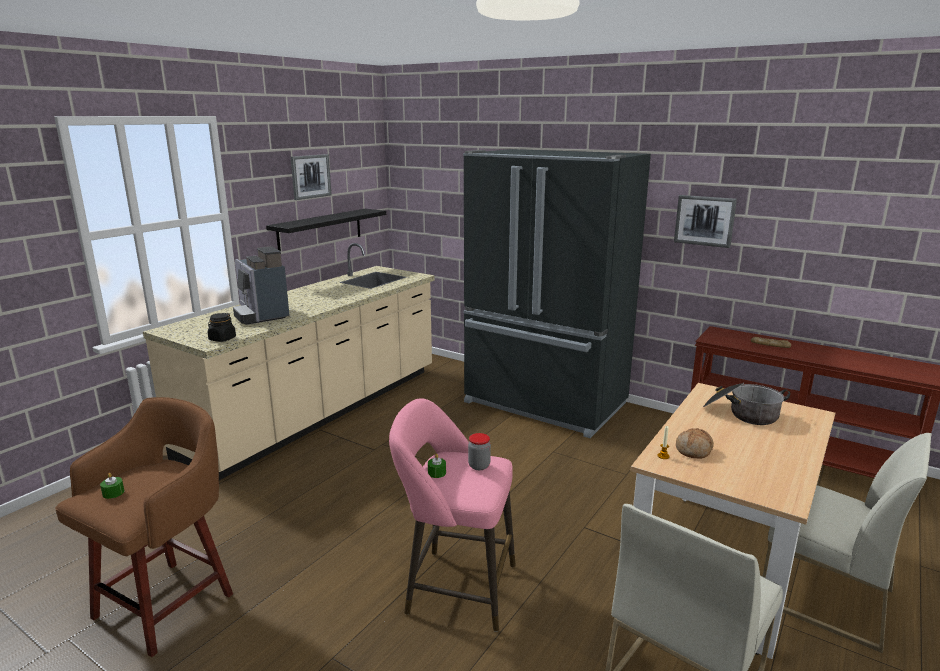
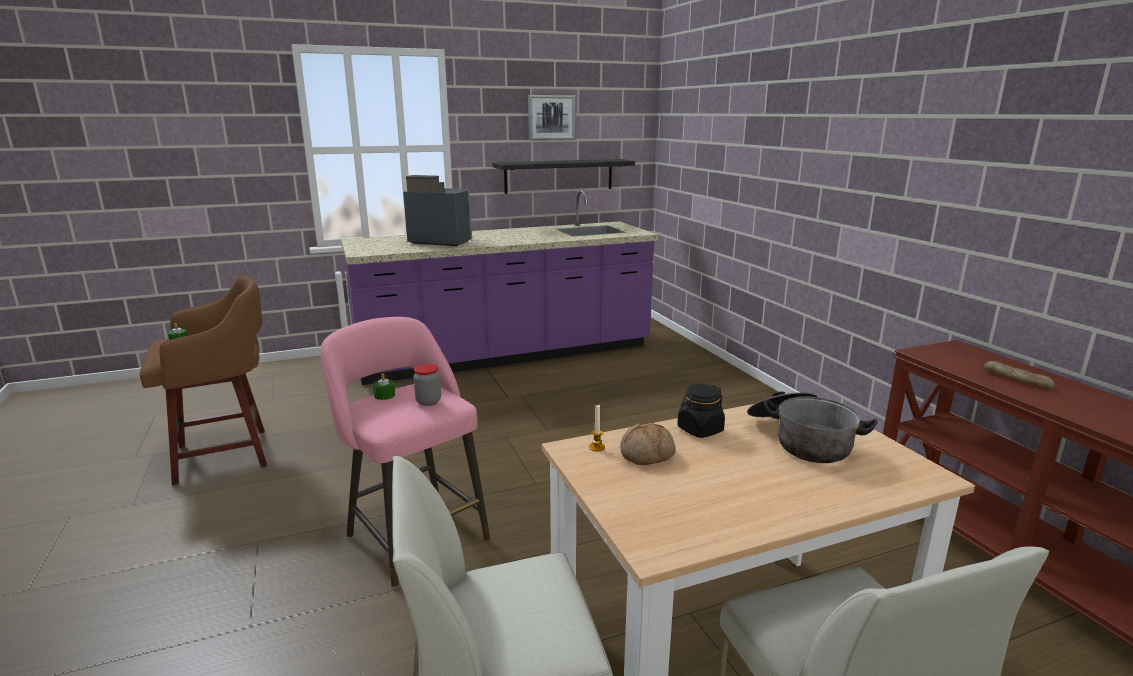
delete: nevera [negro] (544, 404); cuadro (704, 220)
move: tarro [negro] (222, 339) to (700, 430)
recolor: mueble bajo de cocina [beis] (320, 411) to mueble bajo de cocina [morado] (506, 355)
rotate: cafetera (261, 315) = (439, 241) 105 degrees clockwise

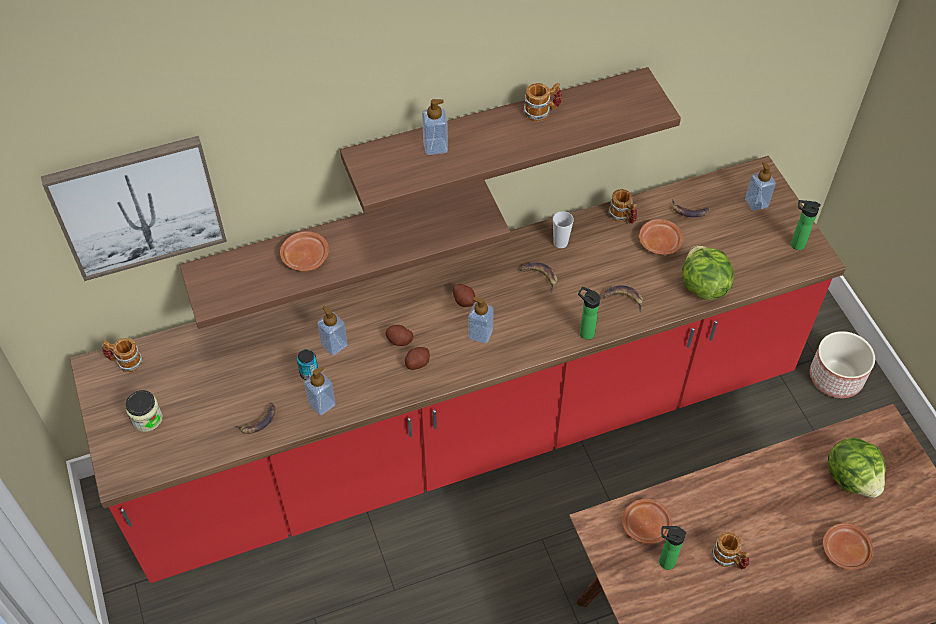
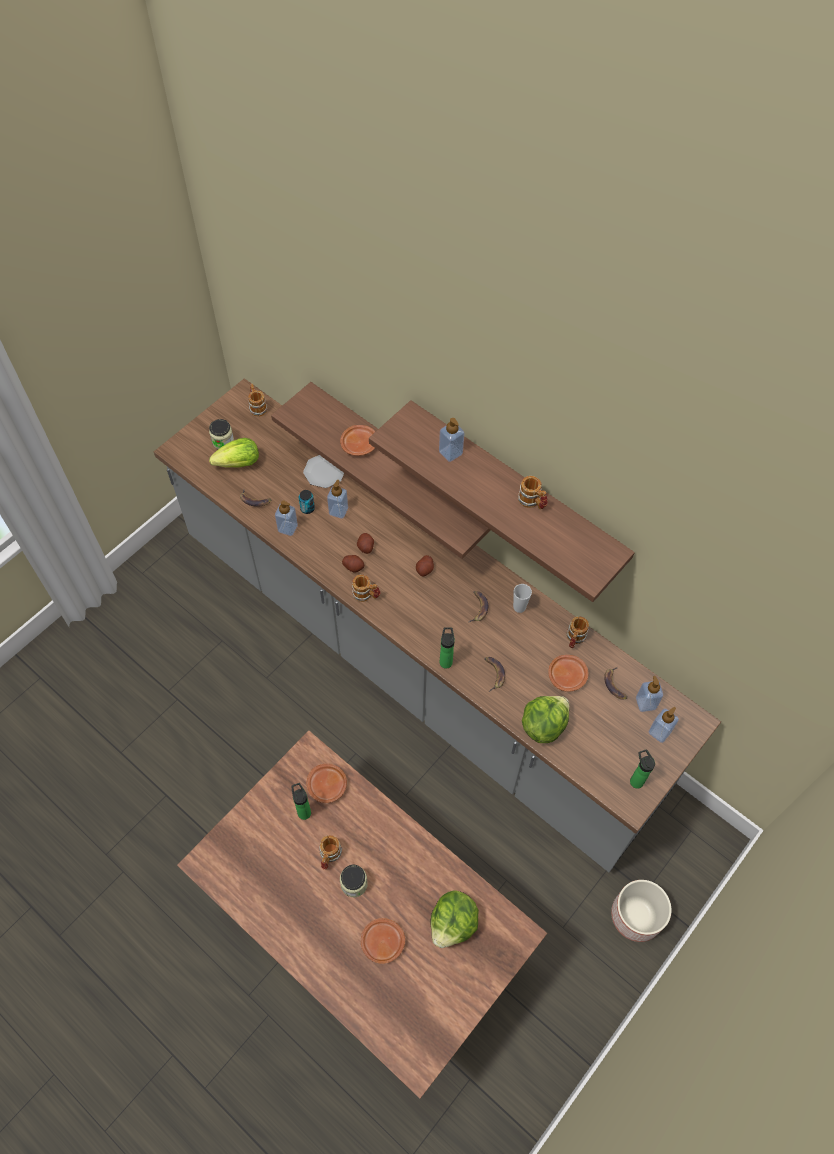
delete: cuadro (138, 207)
insert: lechuga (239, 463); plato (324, 472); taza grande (366, 595); tarro (354, 884)
move: dispensador de jabón (480, 334) to (645, 703)
recolor: mueble bajo de cocina [rojo] (468, 430) to mueble bajo de cocina [gris] (415, 661)

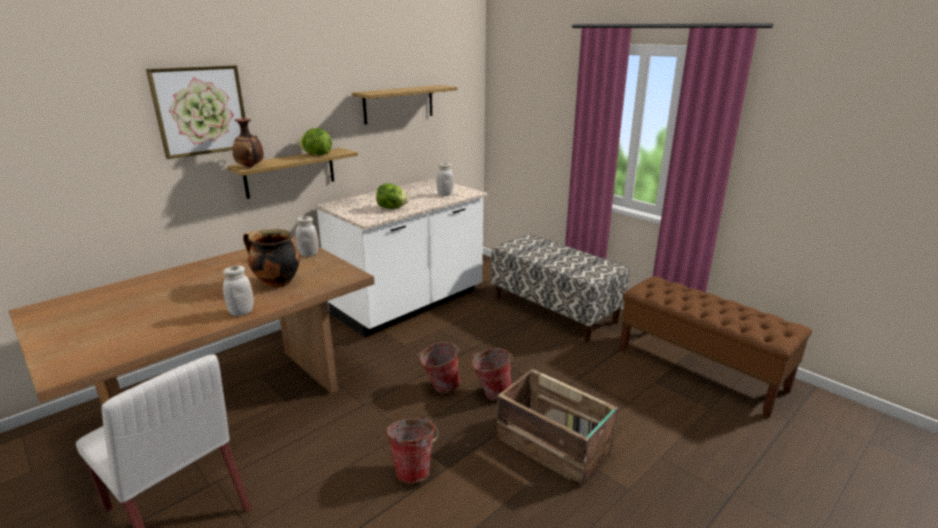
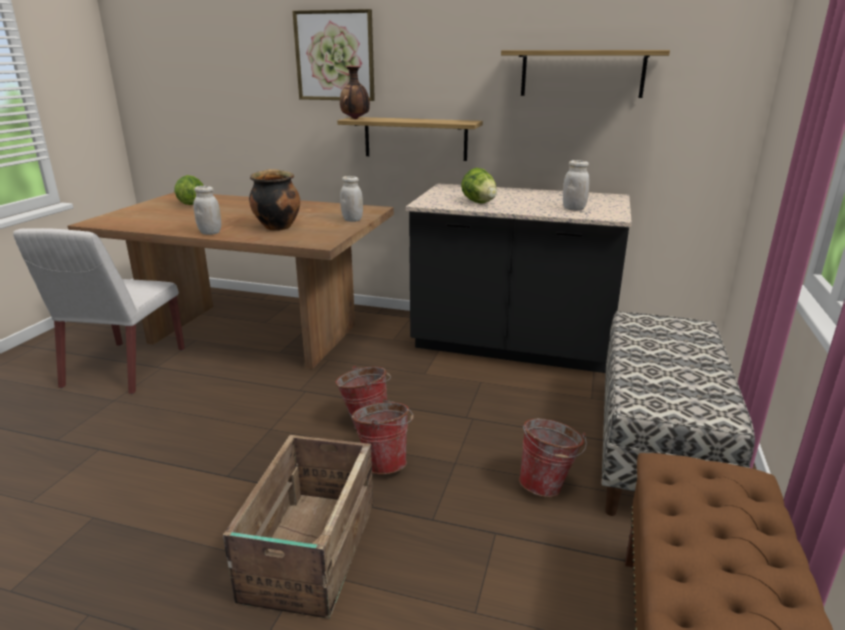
move: lechuga (317, 154) to (191, 204); cubo (414, 469) to (548, 485)
recolor: mueble bajo de cocina [blanco] (409, 303) to mueble bajo de cocina [negro] (512, 345)

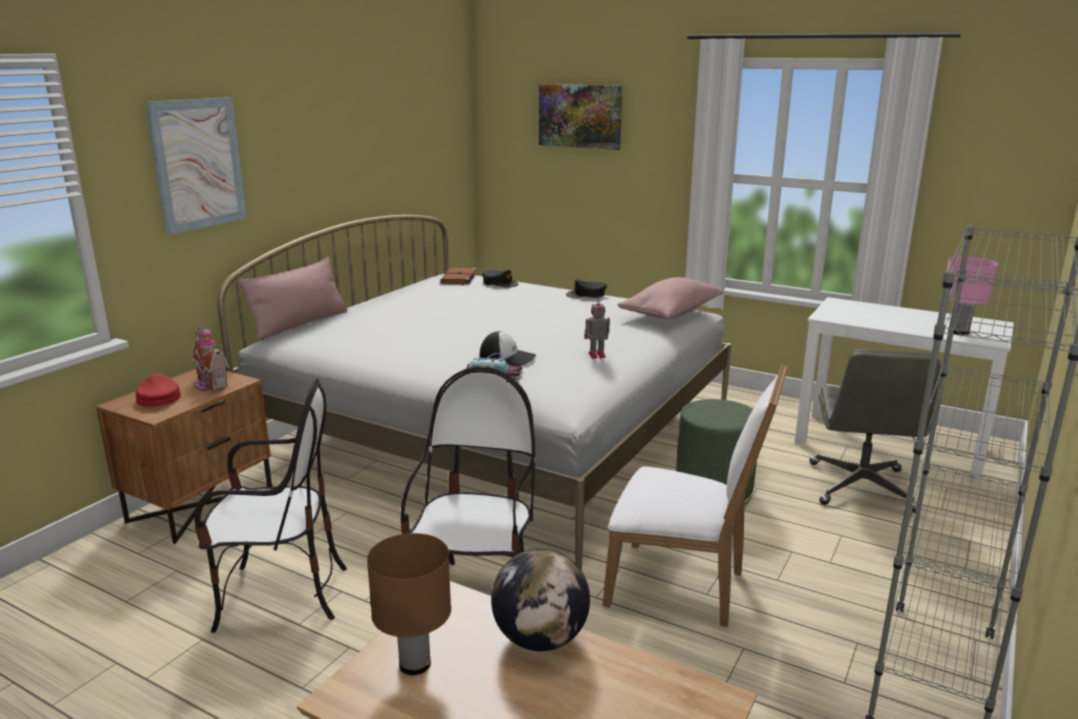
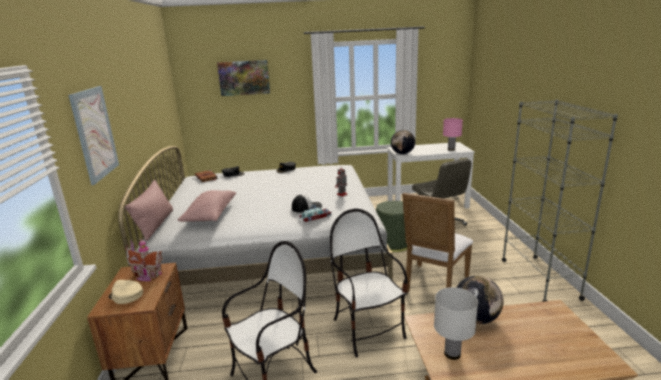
insert: globo terráqueo (402, 153)
move: cojín [rosa] (670, 314) to (210, 215)
recolor: gorra [rojo] (158, 398) to gorra [beis] (126, 295); lámpara de mesa [marrón] (415, 663) to lámpara de mesa [blanco] (452, 353)
rotate: silla [blanco] (684, 587) = (433, 285) 135 degrees clockwise

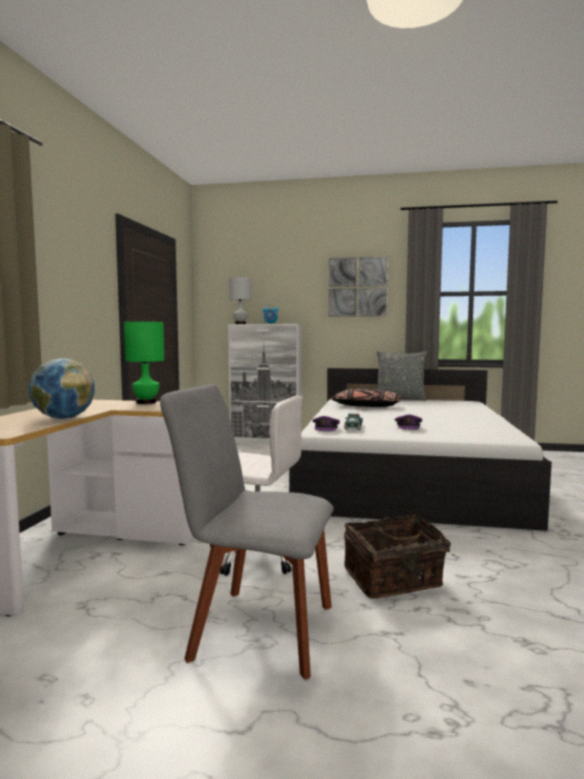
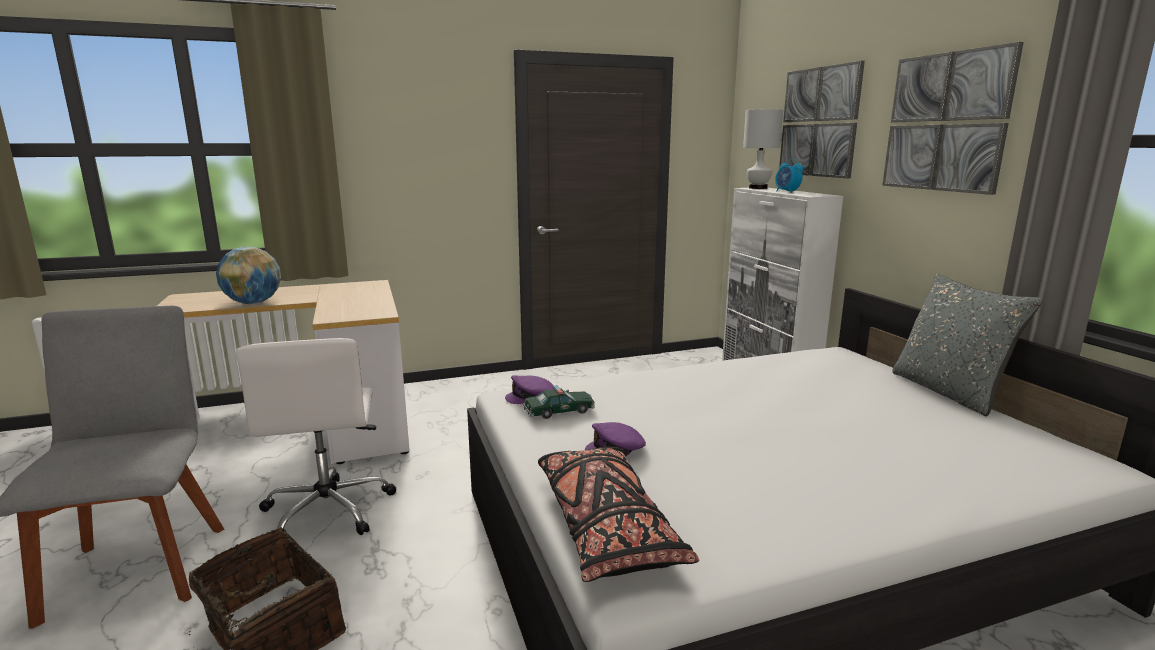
delete: lámpara de mesa [verde] (146, 402)
insert: cuadro (819, 122)
move: cojín [negro] (366, 406) to (605, 526)

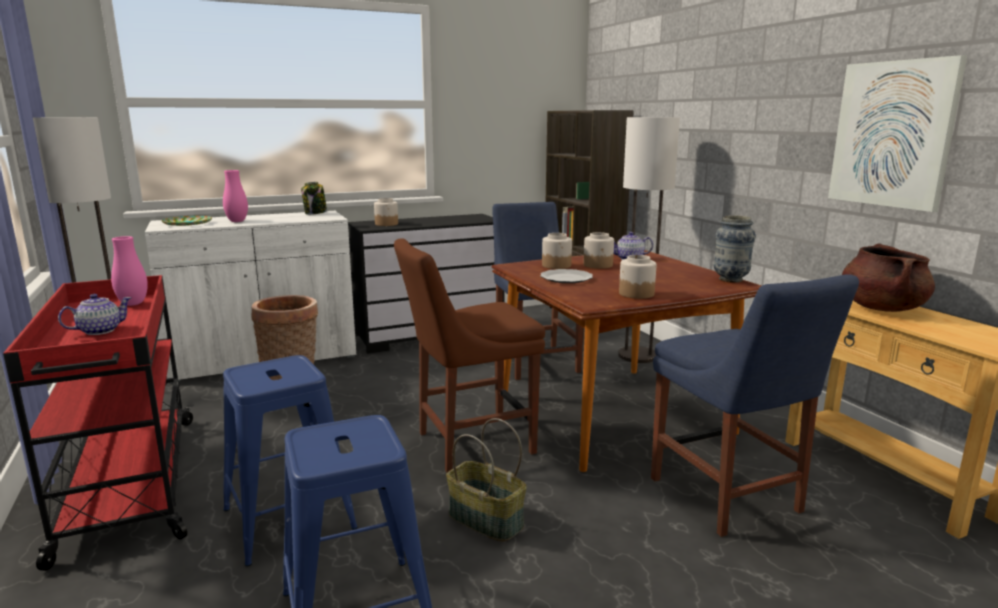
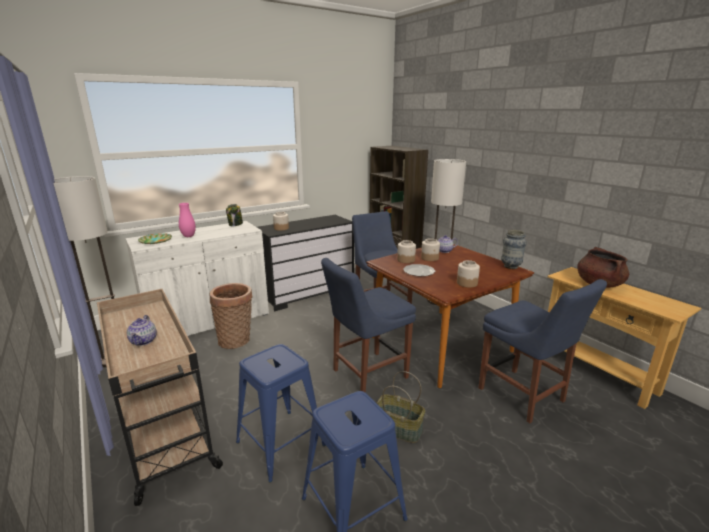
delete: cuadro (893, 134); florero [rosa] (133, 304)
recolor: silla [marrón] (469, 443) to silla [azul] (366, 374); carrito [rojo] (130, 484) to carrito [beis] (164, 431)
rotate: tetera (99, 331) = (144, 341) 135 degrees clockwise

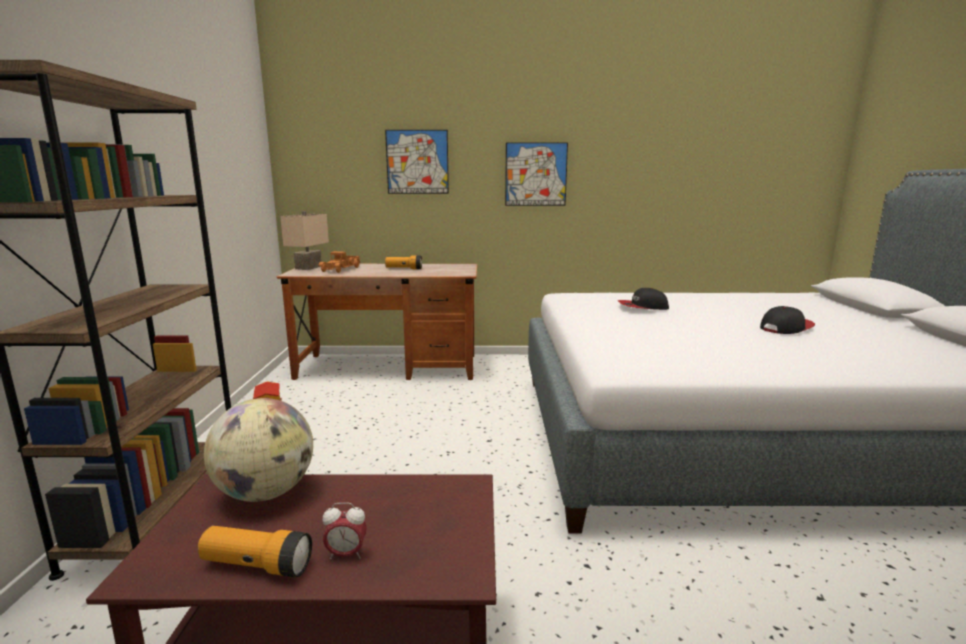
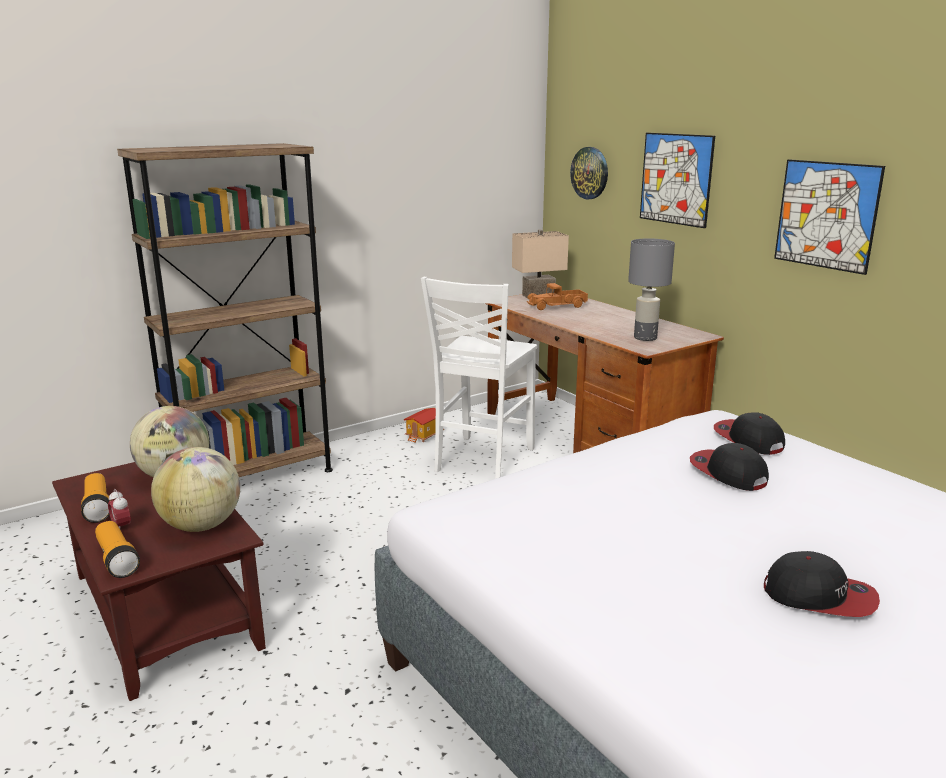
insert: reloj de pared (590, 173); lámpara de mesa [gris] (644, 338); silla [blanco] (481, 460); gorra (748, 439); globo terráqueo (201, 525)
move: linterna (404, 269) to (117, 560)

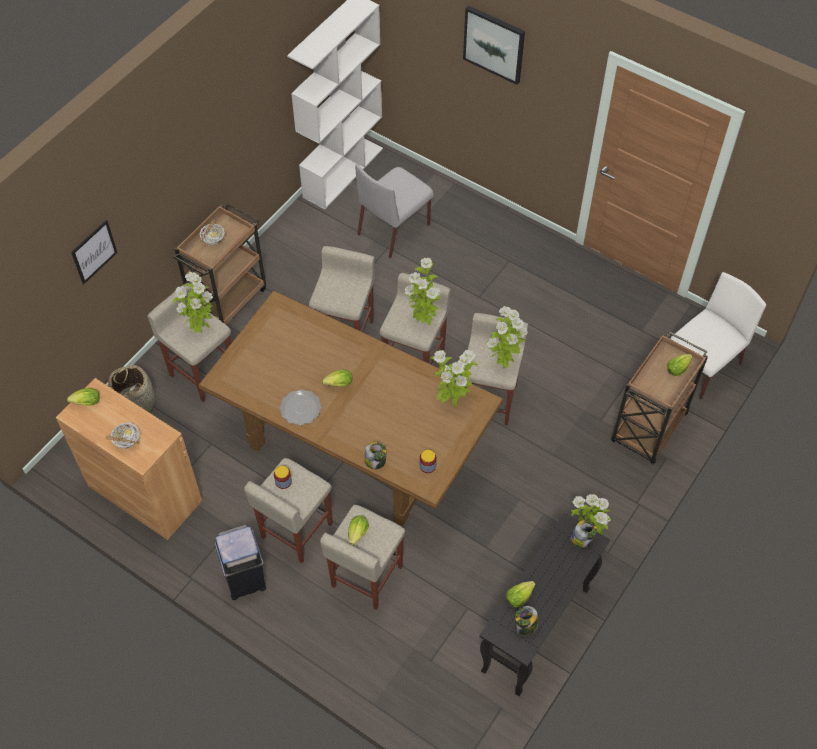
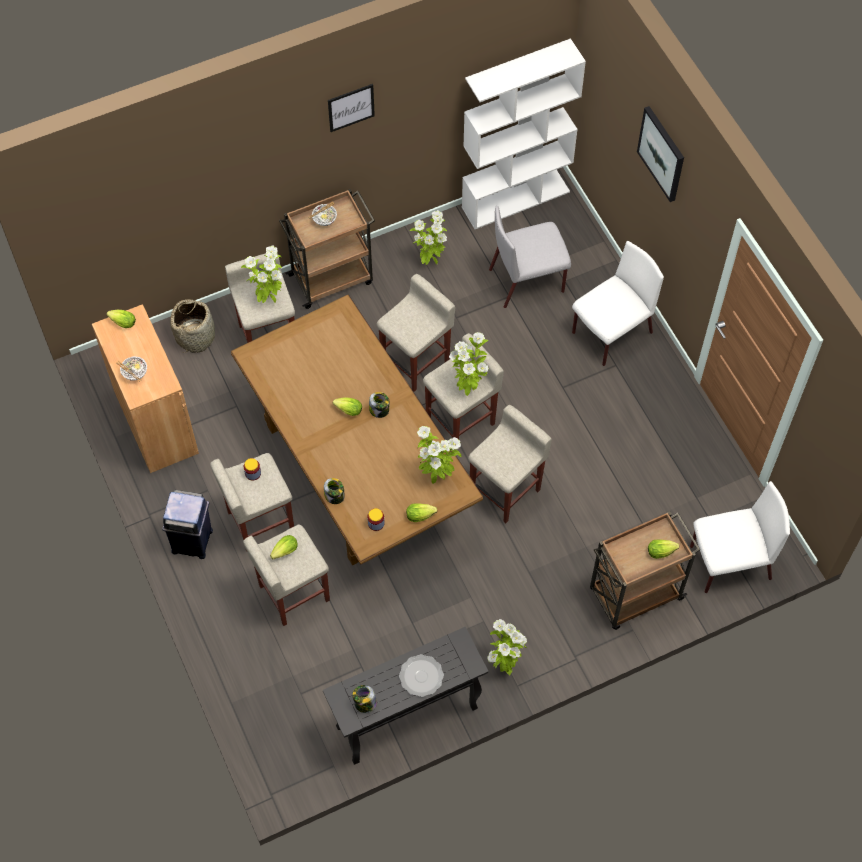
insert: silla [blanco] (611, 333)
move: cuadro (94, 251) to (351, 107); planta en maceta (503, 362) to (430, 260); plato (300, 408) to (421, 676); tarro (582, 539) to (379, 410); lechuga (520, 596) to (422, 515)

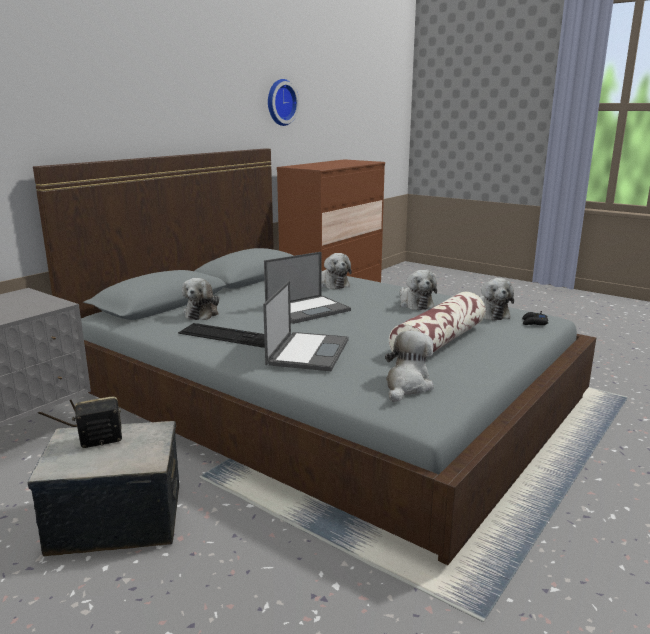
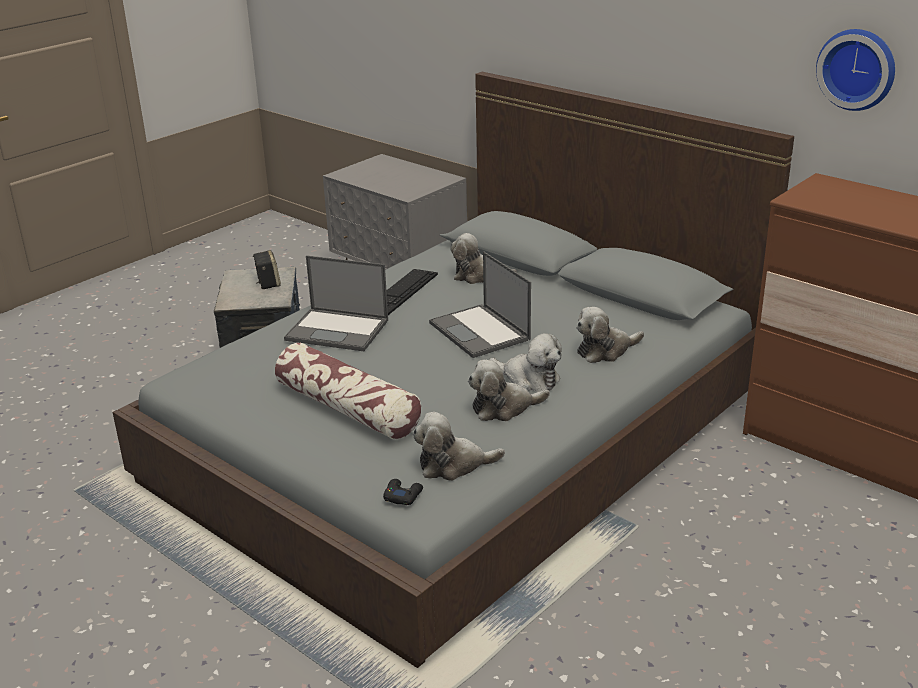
move: peluche (407, 386) to (529, 379)

